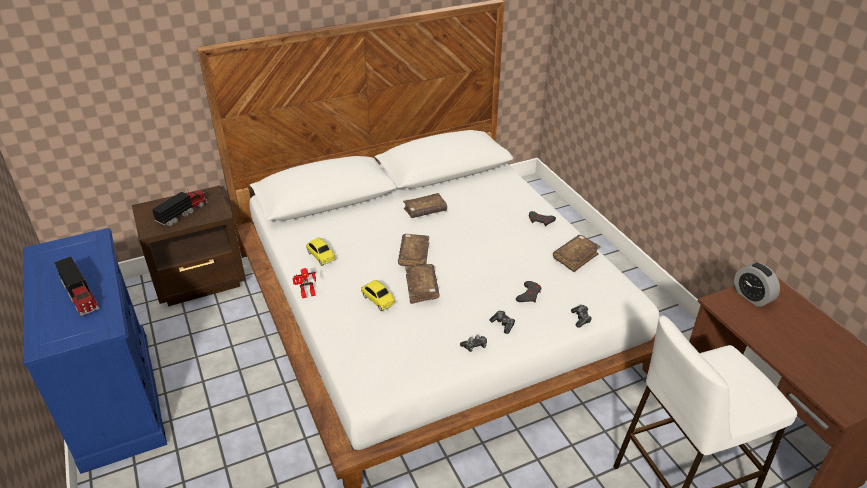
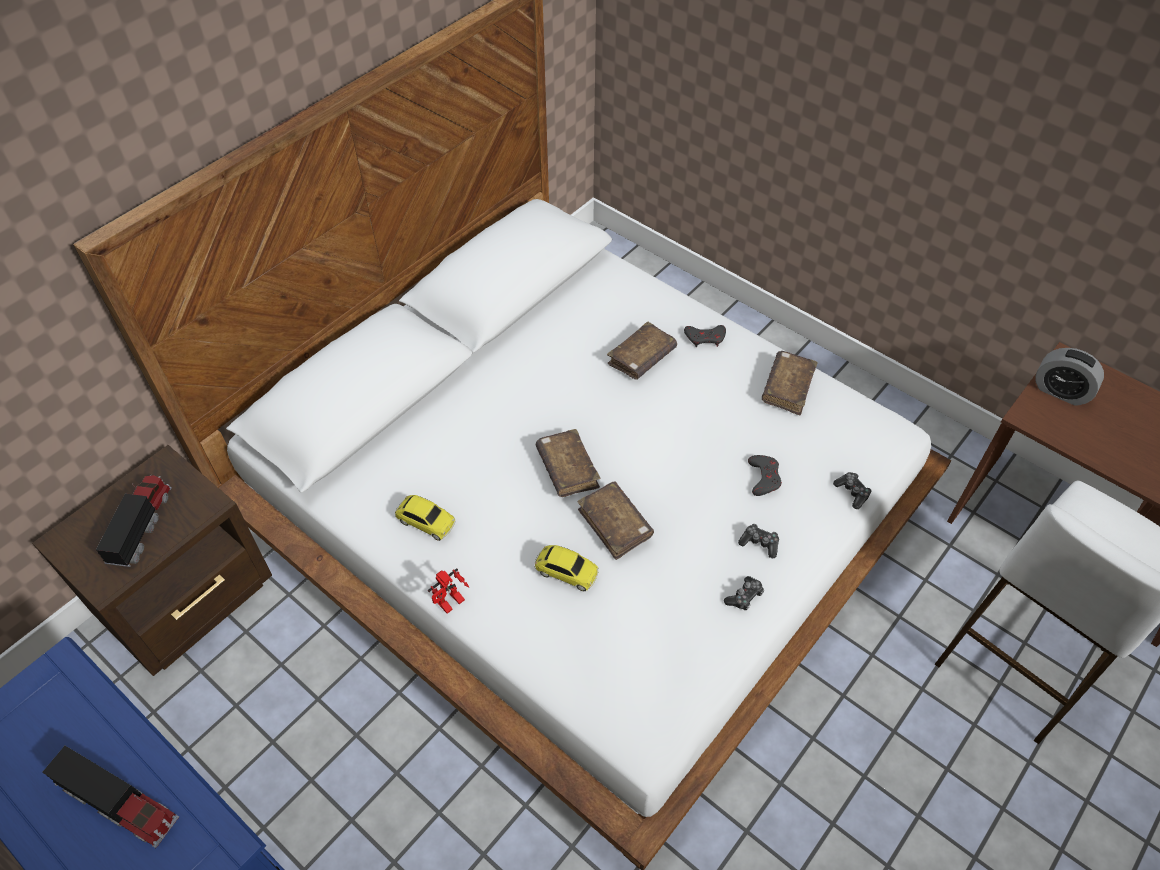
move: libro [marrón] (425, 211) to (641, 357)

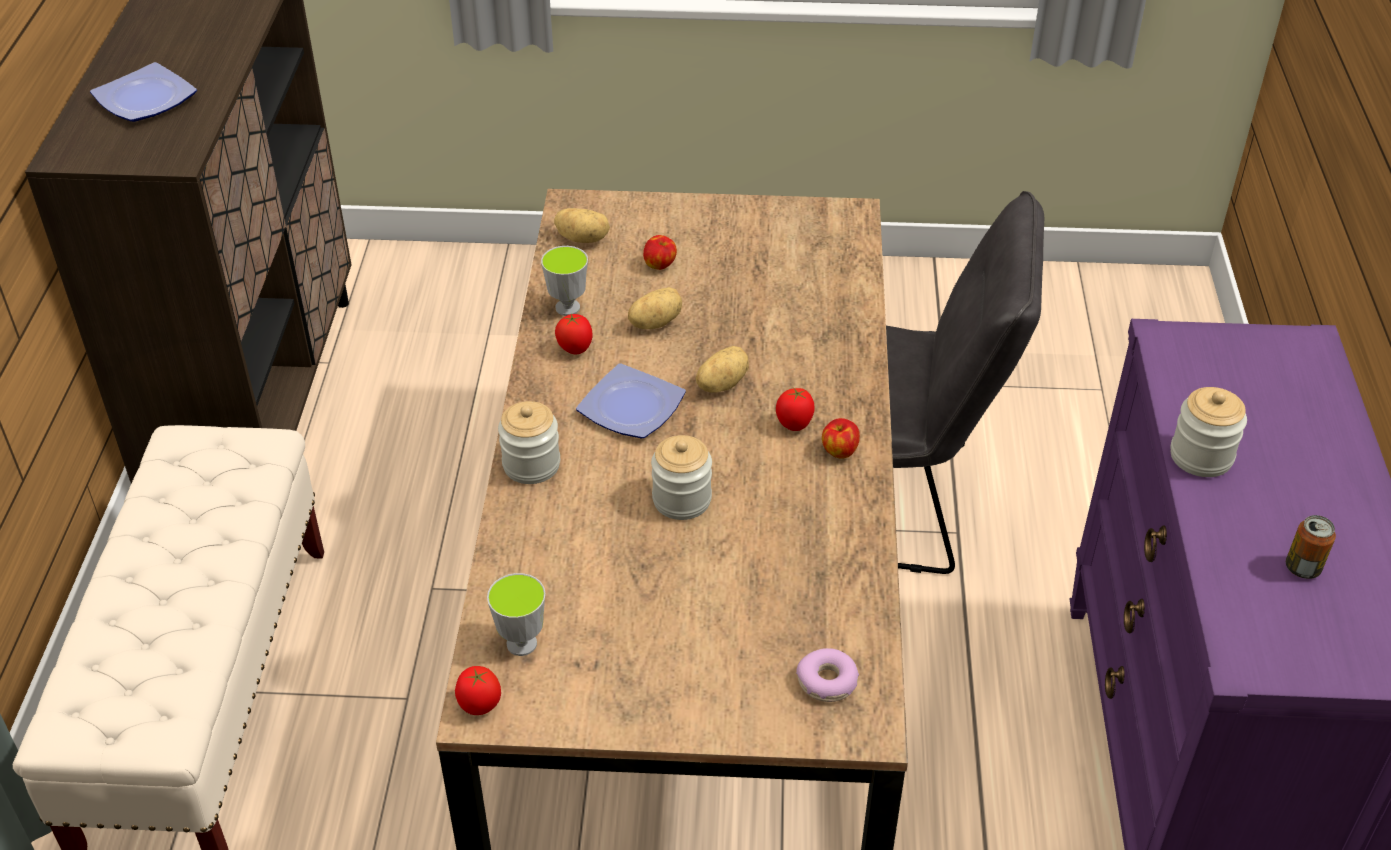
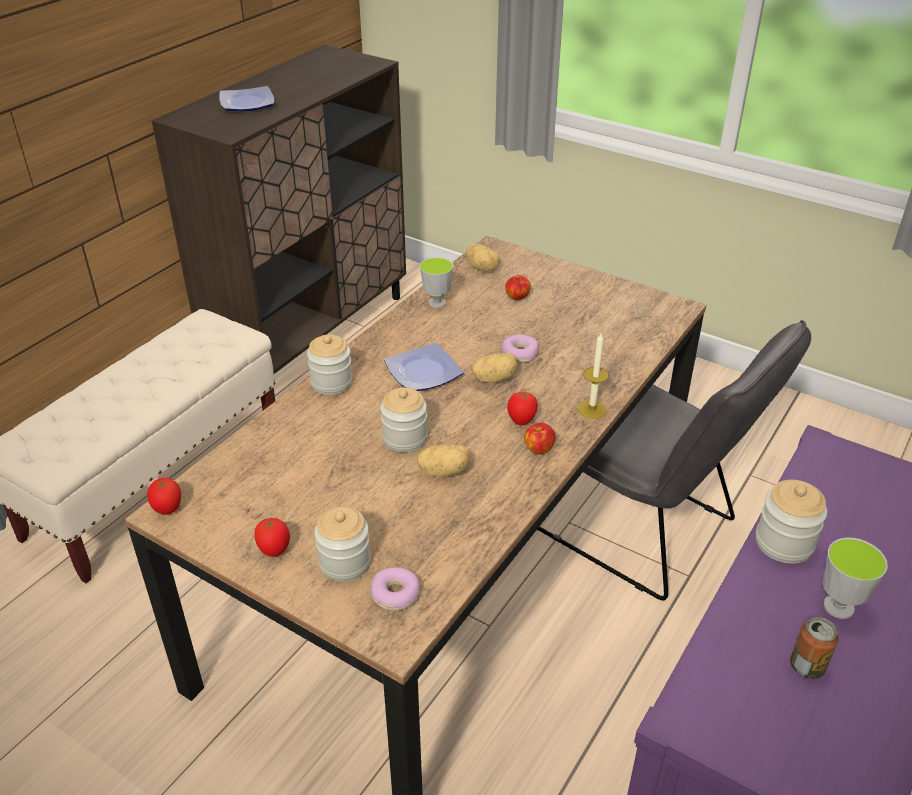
insert: vela (592, 409); rosquilla (519, 354); tarro (345, 562)
move: patata (654, 322) to (444, 471); tomate (575, 350) to (274, 551); taza (521, 643) to (838, 607)

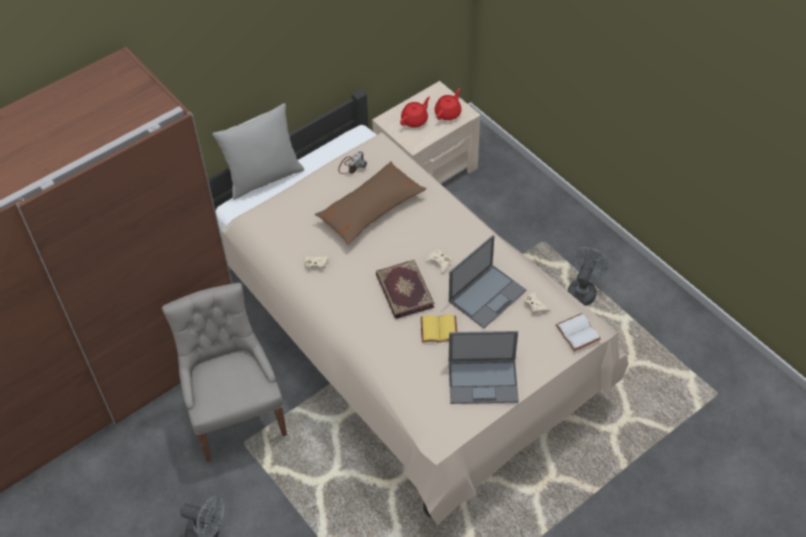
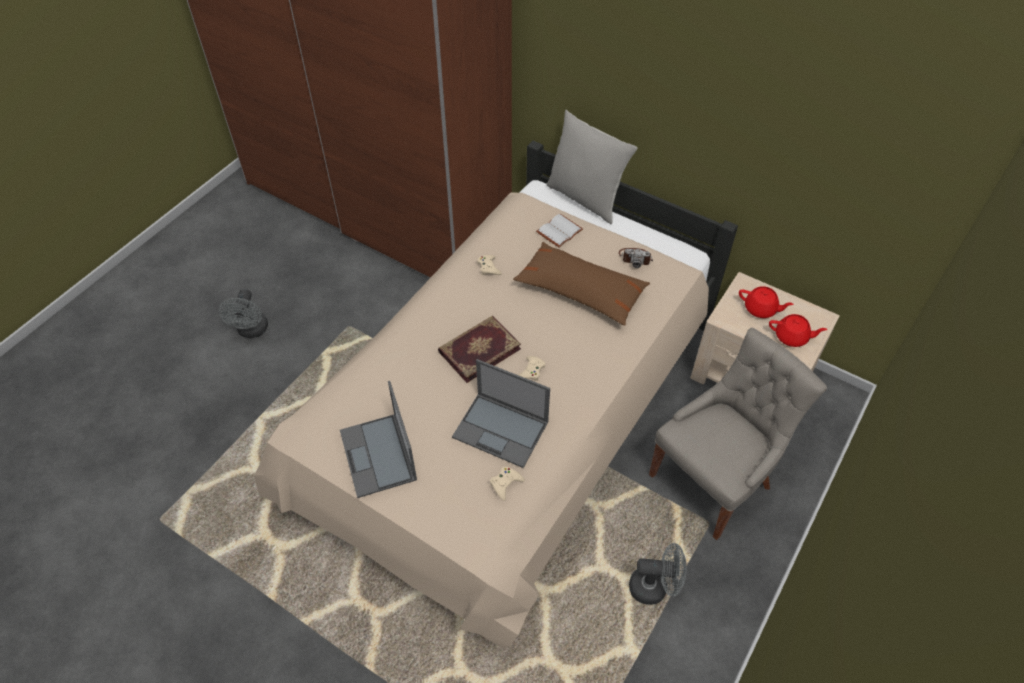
delete: libro [amarillo] (438, 330)
move: silla [gris] (236, 415) to (713, 480); libro [blanco] (576, 333) to (559, 230)

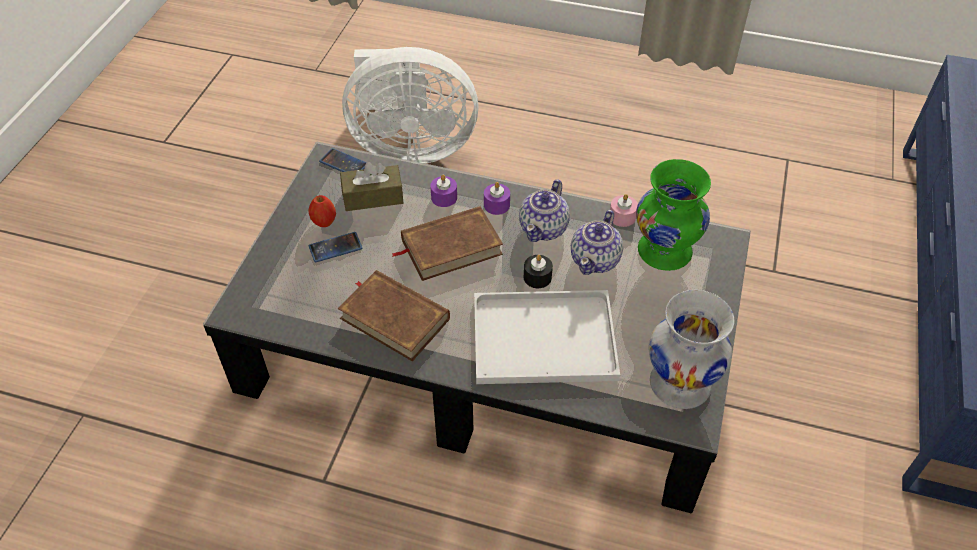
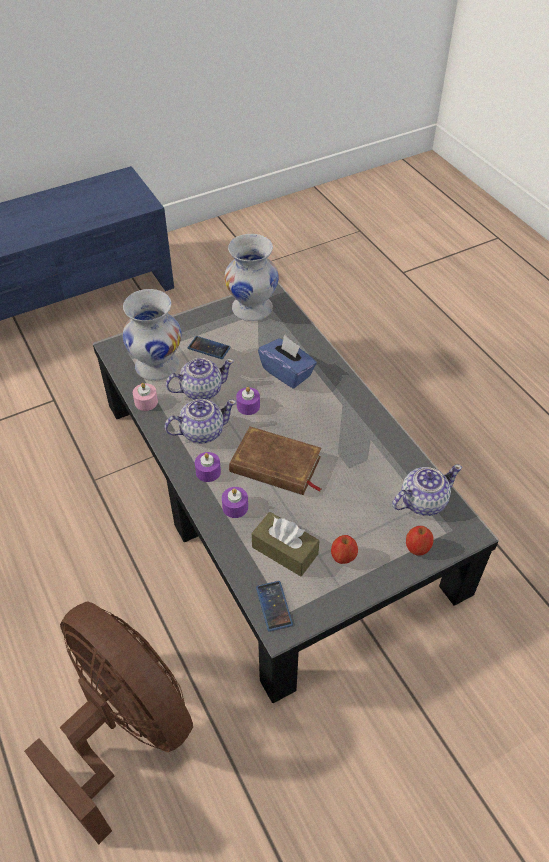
delete: libro [marrón] (394, 318)
insert: tetera (422, 501); manzana (417, 548)
move: móvil (335, 247) to (209, 348)
replace: bandeja [blanco] (547, 337) to caja de pañuelos [azul] (287, 372)
recolor: ventilador [blanco] (410, 147) to ventilador [marrón] (124, 728); florero [verde] (665, 252) to florero [blanco] (156, 365); vela [negro] (537, 277) to vela [morado] (248, 406)

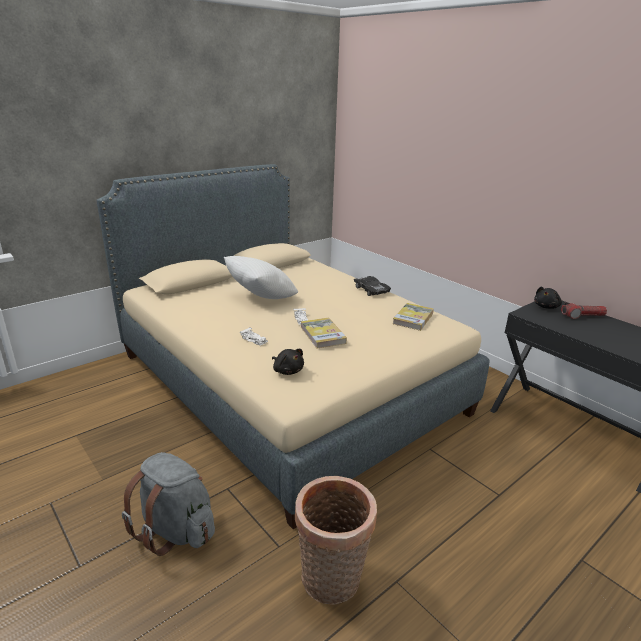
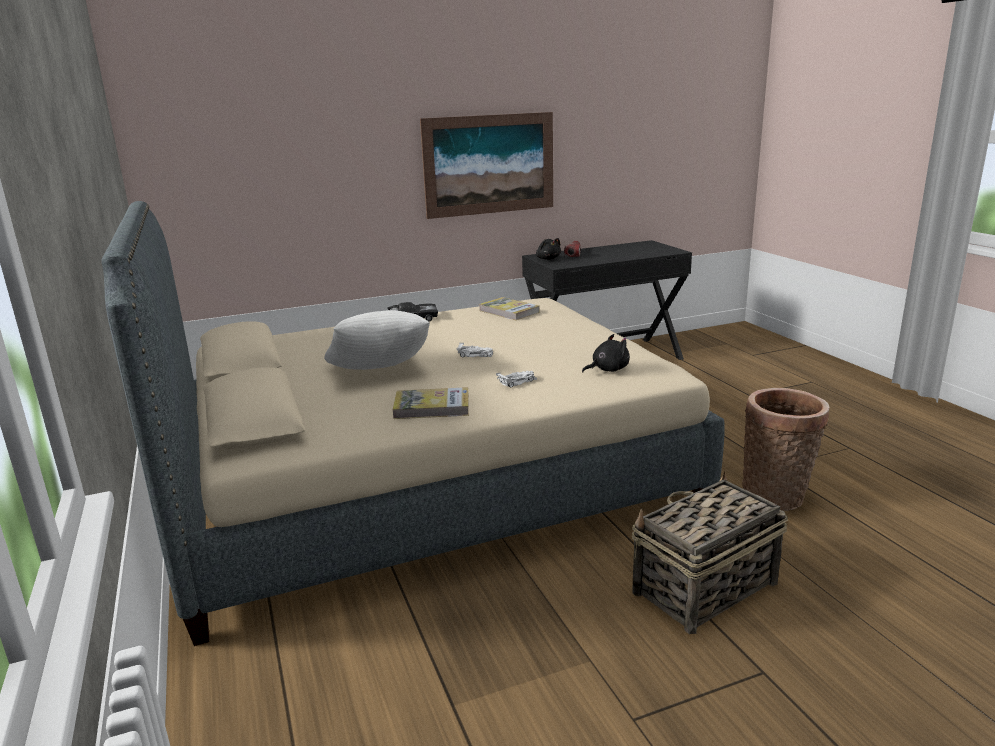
insert: cuadro (489, 164)
move: libro (322, 335) to (432, 407)
replace: mochila [gris] (175, 529) to cesta (703, 588)

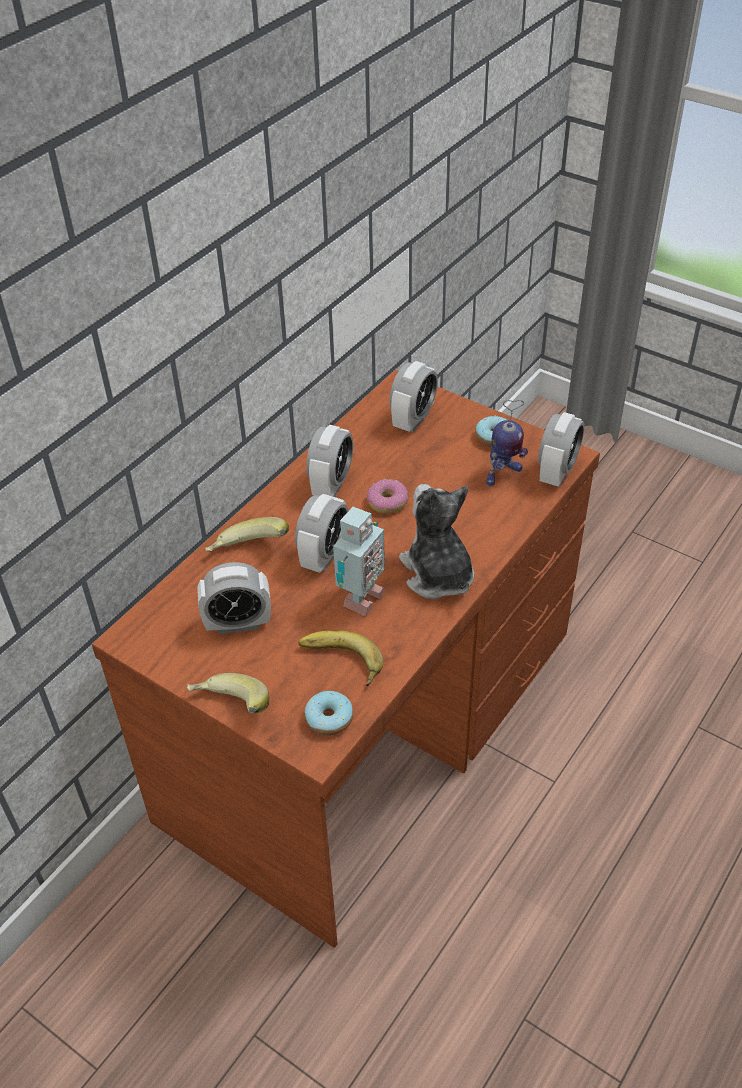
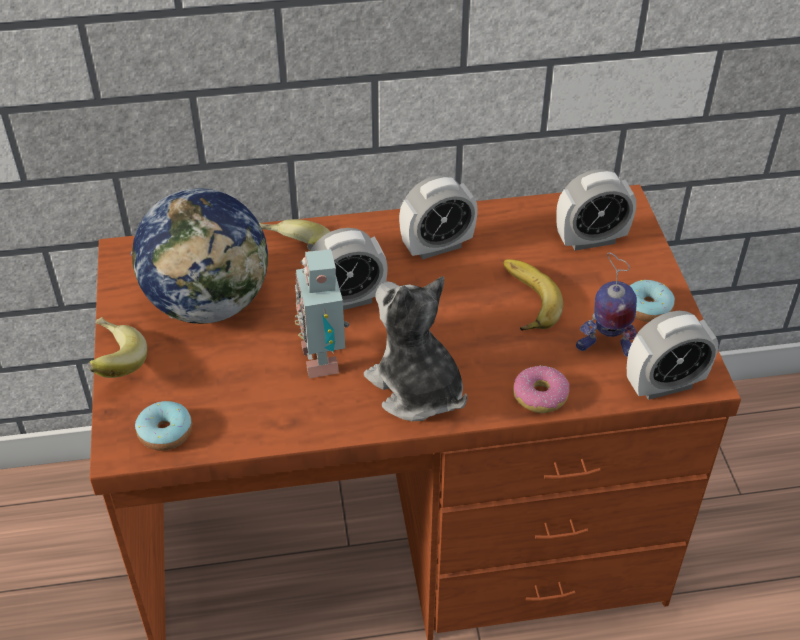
move: rosquilla (387, 502) to (540, 395); plátano (340, 662) to (523, 300)
replace: despertador (238, 623) to globo terráqueo (209, 303)
rotate: peluche (437, 574) = (416, 389) 60 degrees counterclockwise; robot de juguete (360, 599) = (324, 358) 90 degrees clockwise

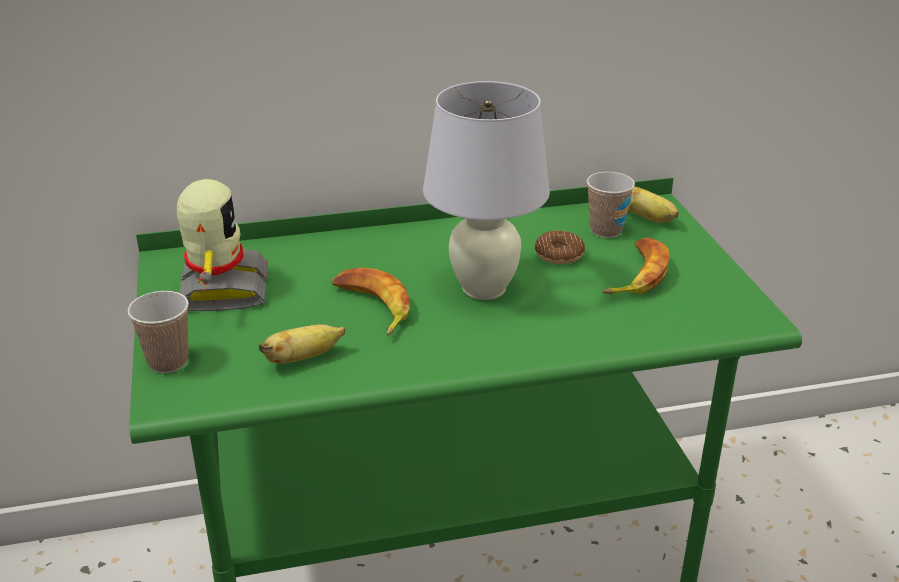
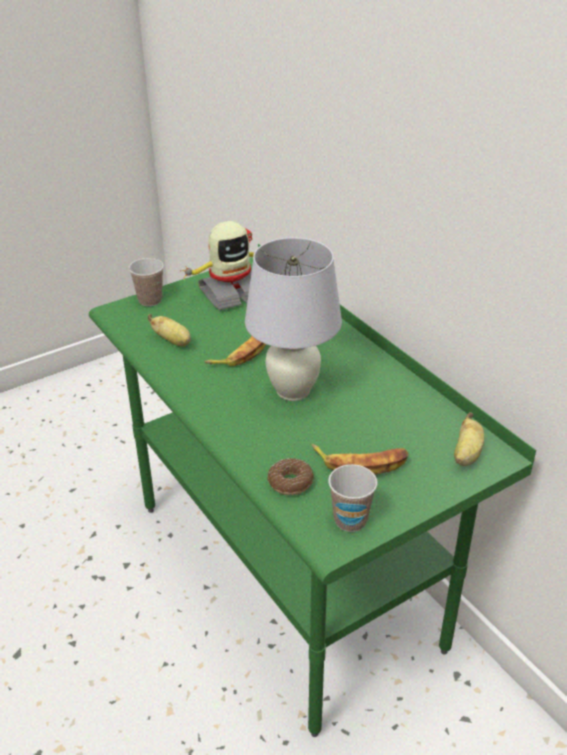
move: taza (606, 230) to (350, 520); rosquilla (559, 255) to (290, 482)

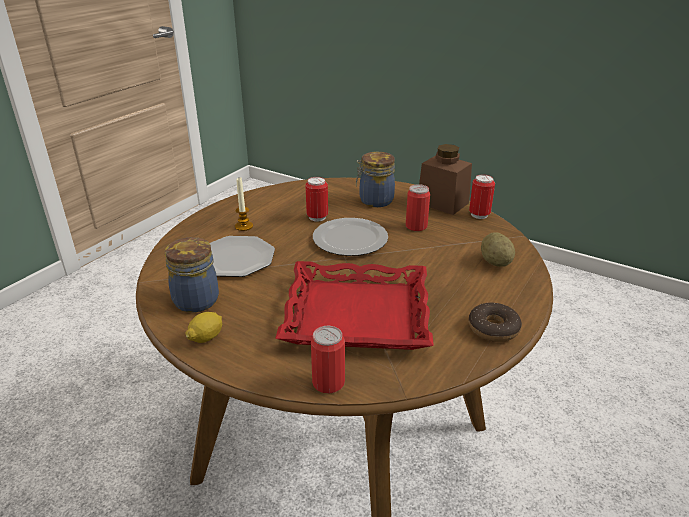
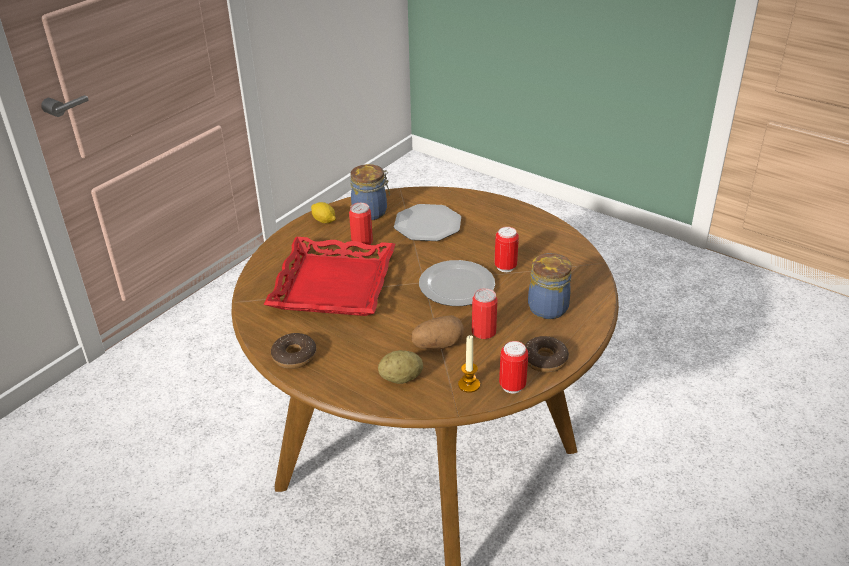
insert: patata (438, 345)
move: vela (244, 226) to (469, 385); lata (328, 383) to (362, 242)
replace: tarro [marrón] (442, 203) to rosquilla (544, 360)

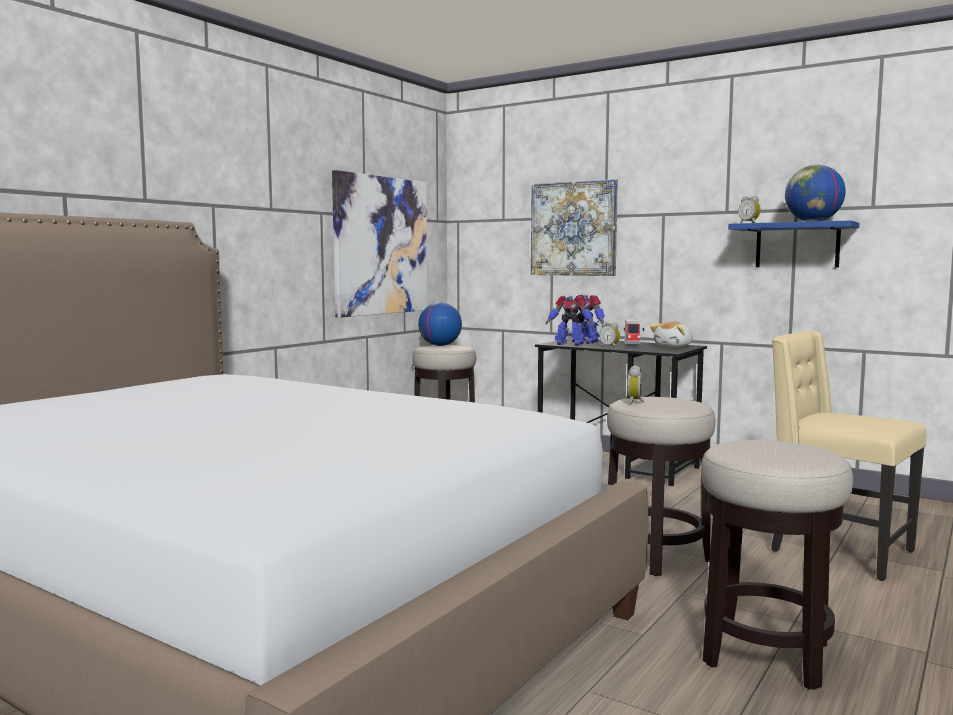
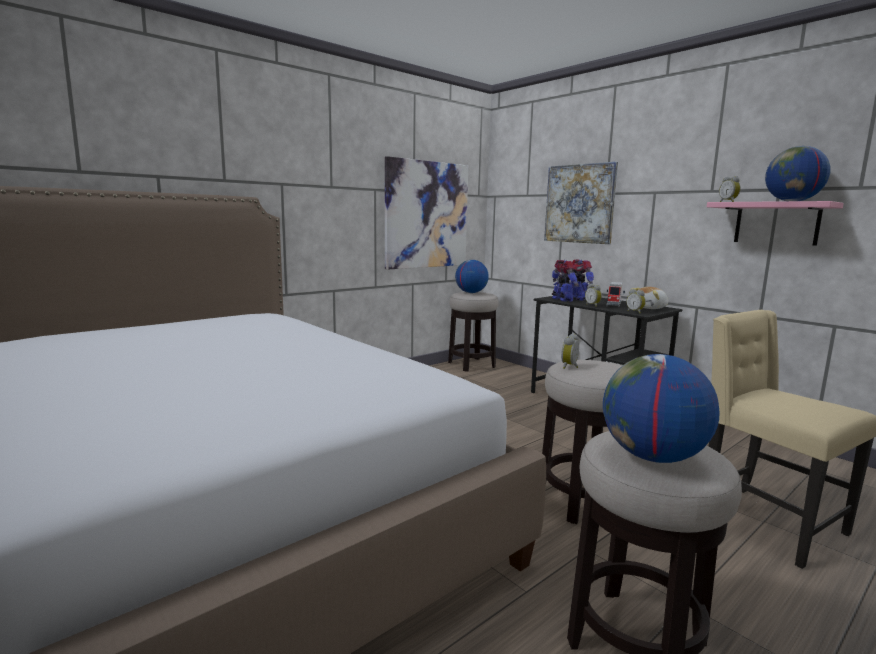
insert: despertador (635, 312); globo terráqueo (652, 457)
recolor: estante [azul] (797, 245) to estante [rosa] (776, 223)
rotate: robot de juguete (569, 344) = (562, 300) 150 degrees counterclockwise

